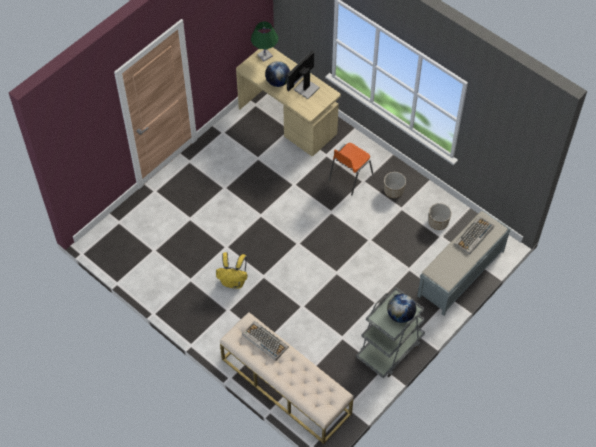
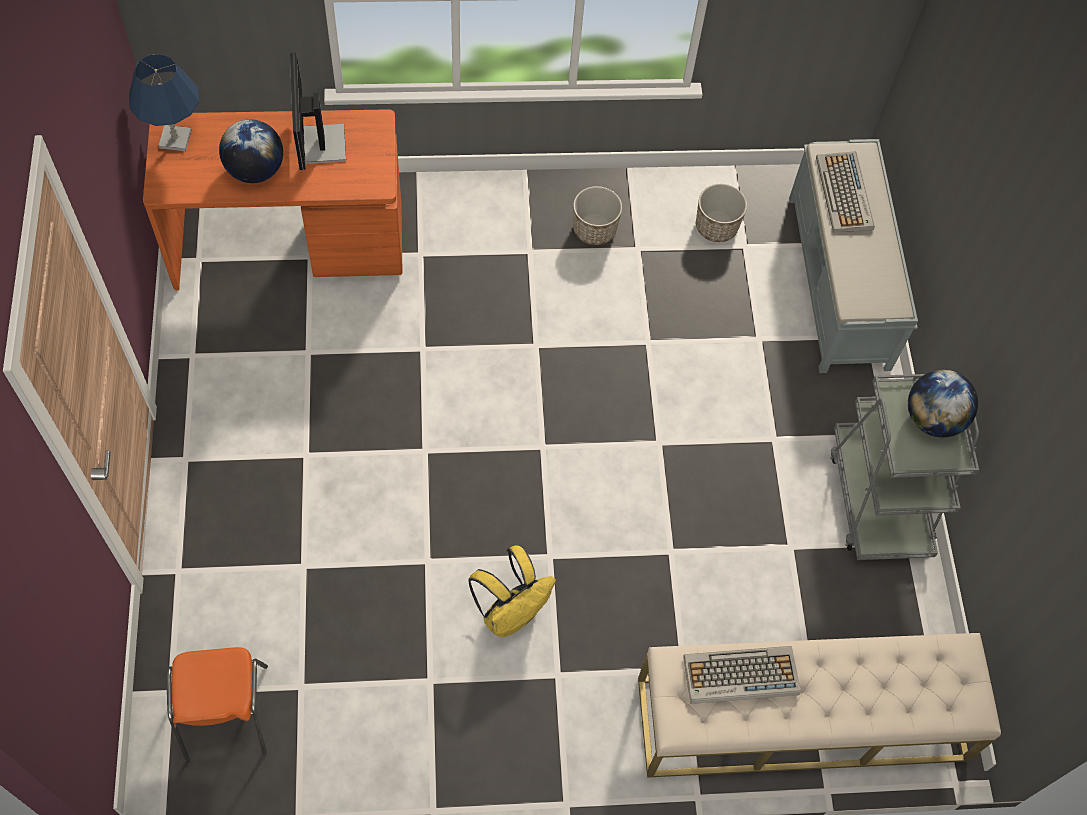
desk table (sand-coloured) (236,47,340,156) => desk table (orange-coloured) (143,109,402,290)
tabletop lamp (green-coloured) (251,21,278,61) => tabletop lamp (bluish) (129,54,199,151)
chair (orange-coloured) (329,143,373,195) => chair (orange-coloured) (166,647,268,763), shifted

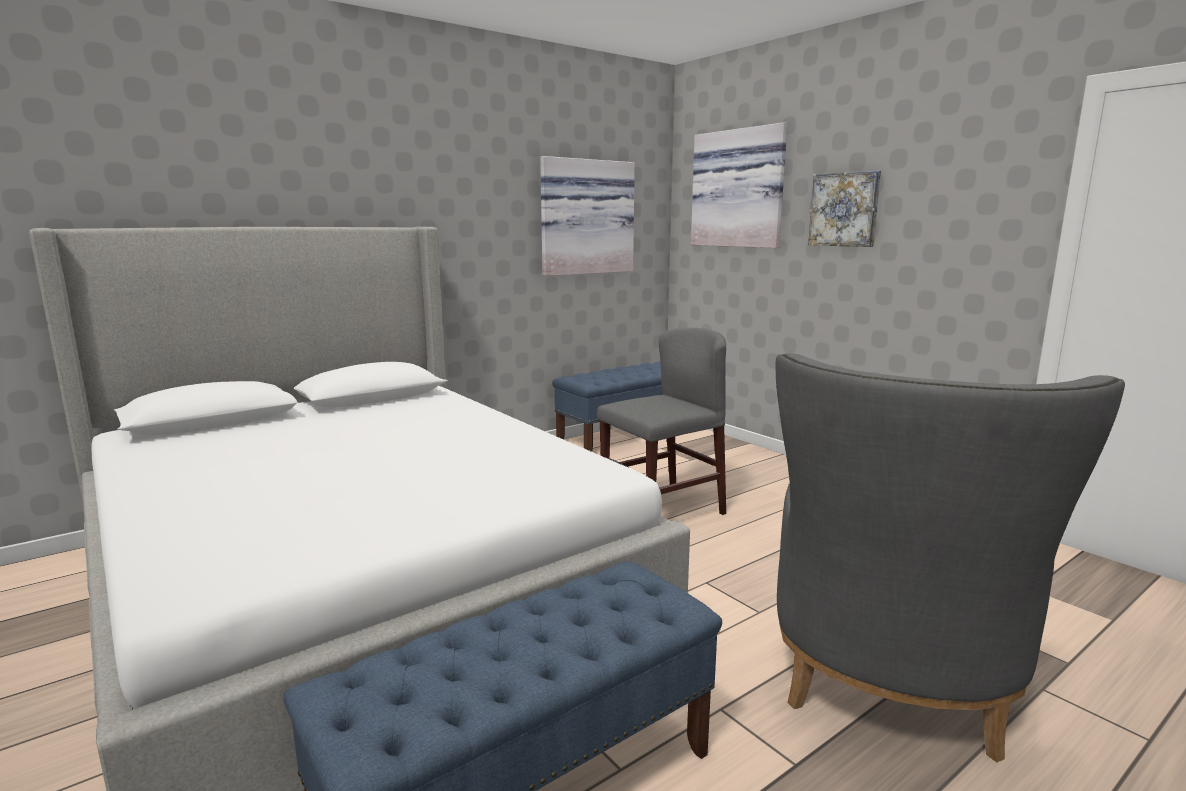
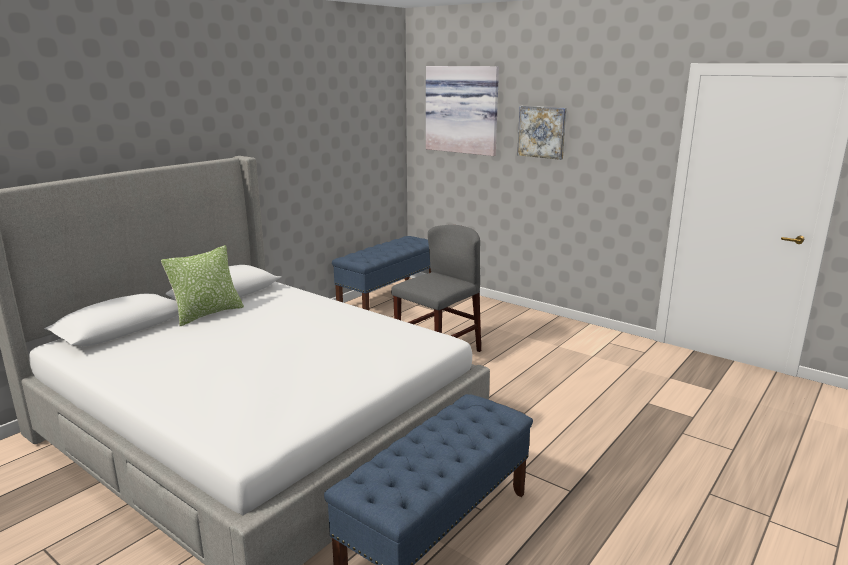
wall art (540,156,635,276) => nothing
easy chair (gray) (776,353,1125,762) => nothing
nothing => cushion (161,245,244,326)

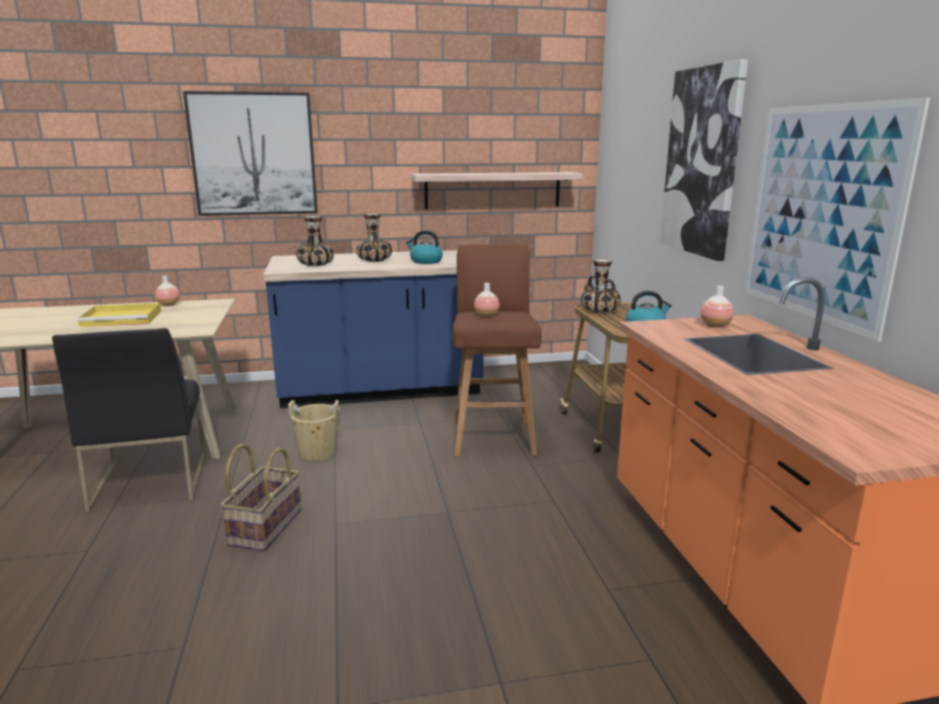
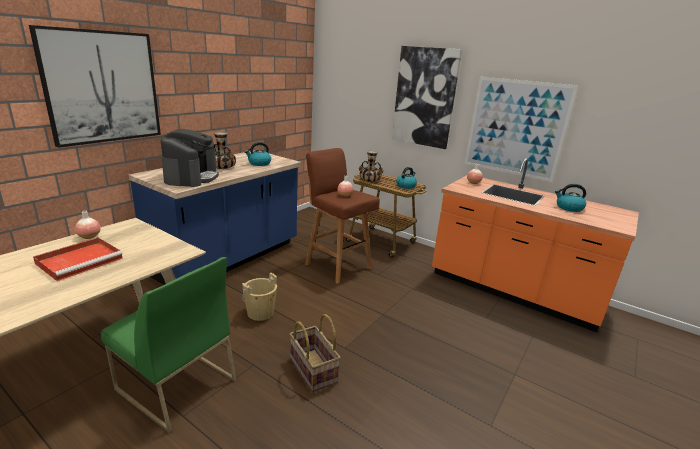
chair (black) (52,328,206,513) => chair (green-coloured) (101,257,236,433)
carrying tray (yellow) (77,303,161,327) => carrying tray (red-coloured) (33,237,123,281)
vase (296,215,334,266) => coffee maker (161,129,219,187)
wall shelf (411,172,583,209) => nothing
nothing => kettle (555,184,586,212)

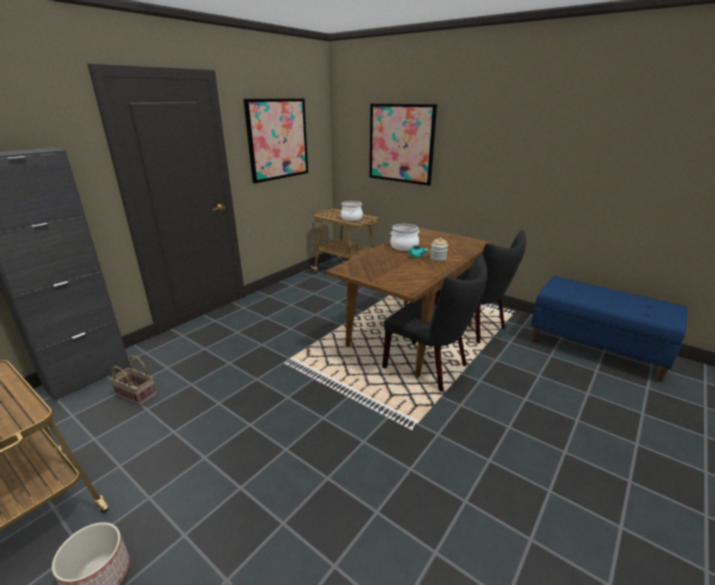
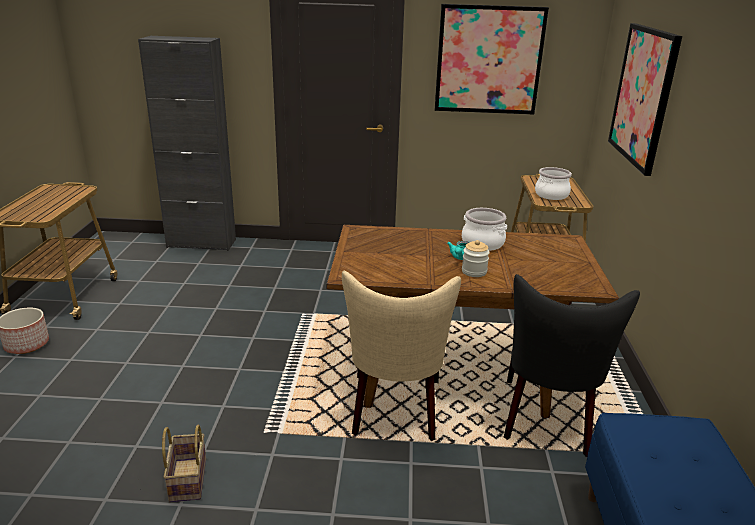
basket (110,356,157,406) => basket (162,425,206,502), shifted
chair (black) (382,254,487,392) => chair (sand-coloured) (342,271,461,441)

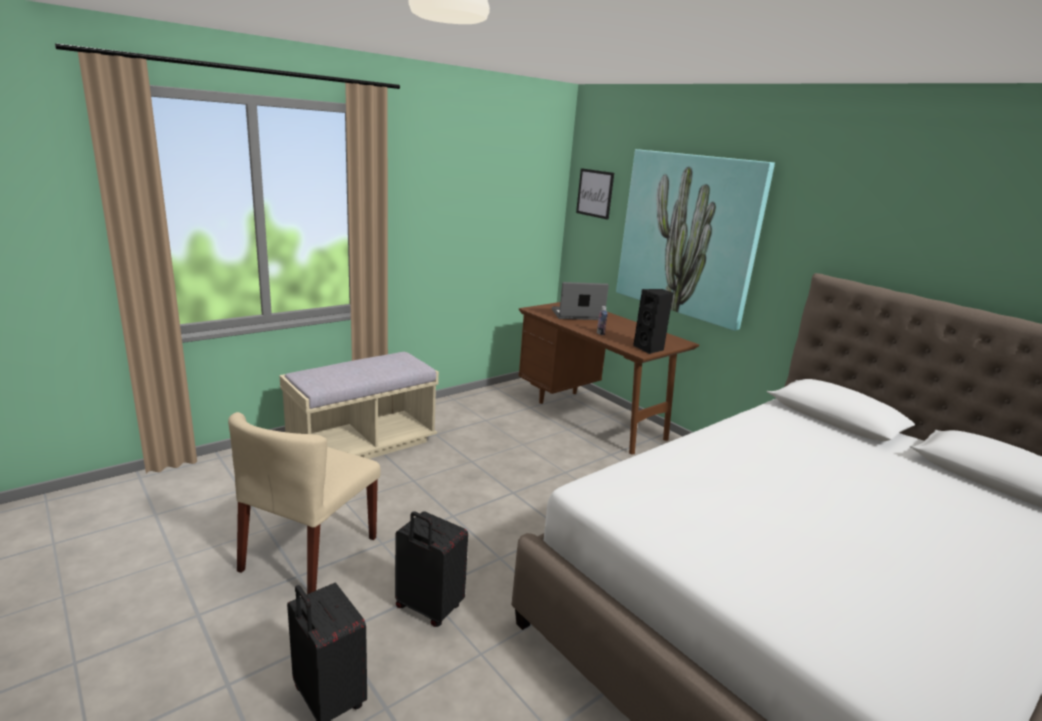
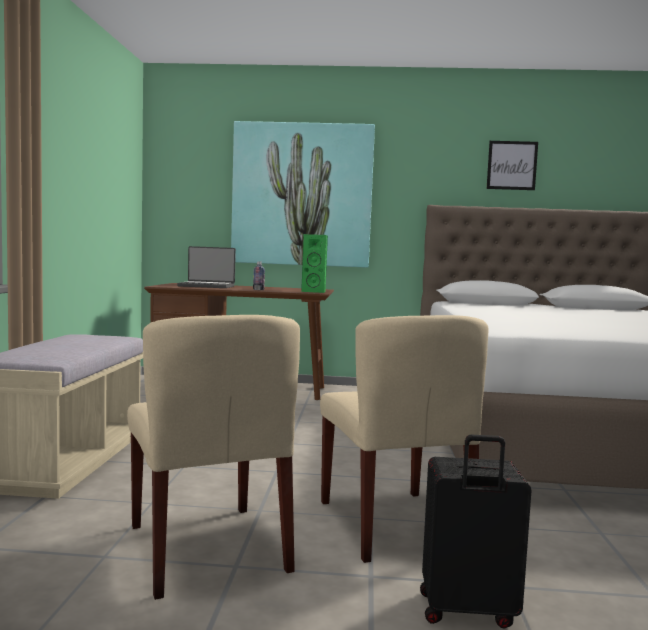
suitcase (black) (395,511,468,627) => chair (sand-coloured) (320,315,488,563)
portable computer (552,282,609,320) => portable computer (177,246,236,288), 120 degrees counterclockwise
wall art (576,168,614,220) => wall art (487,141,538,190), shifted
loudspeaker (black) (633,289,673,354) => loudspeaker (green-coloured) (301,234,328,293)

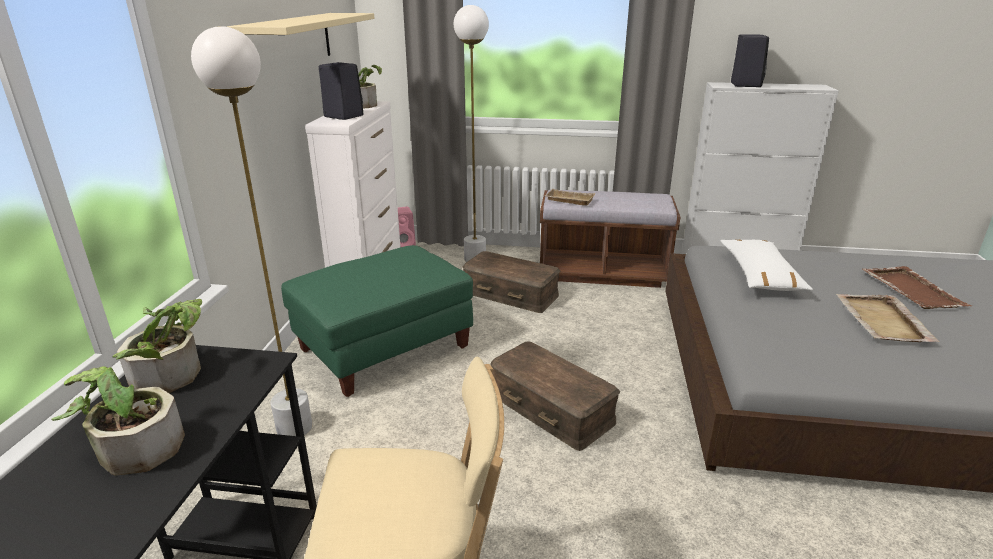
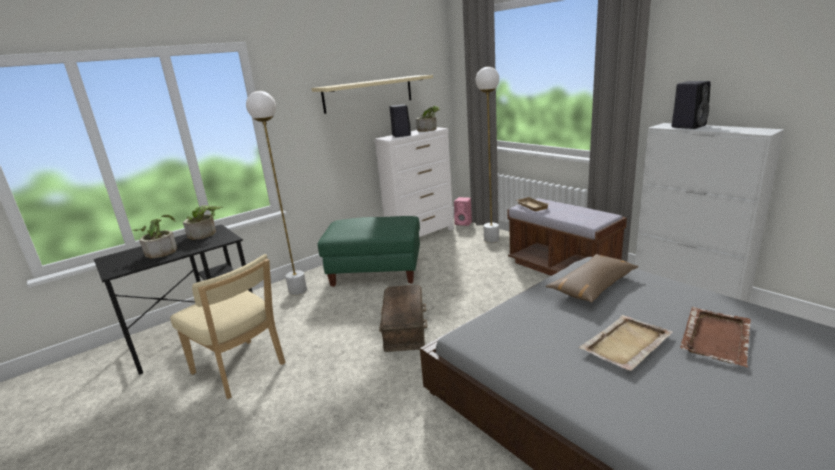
storage box (brown) (462,251,560,313) => nothing
cushion (white-coloured) (720,240,813,291) => cushion (brown) (546,254,639,303)

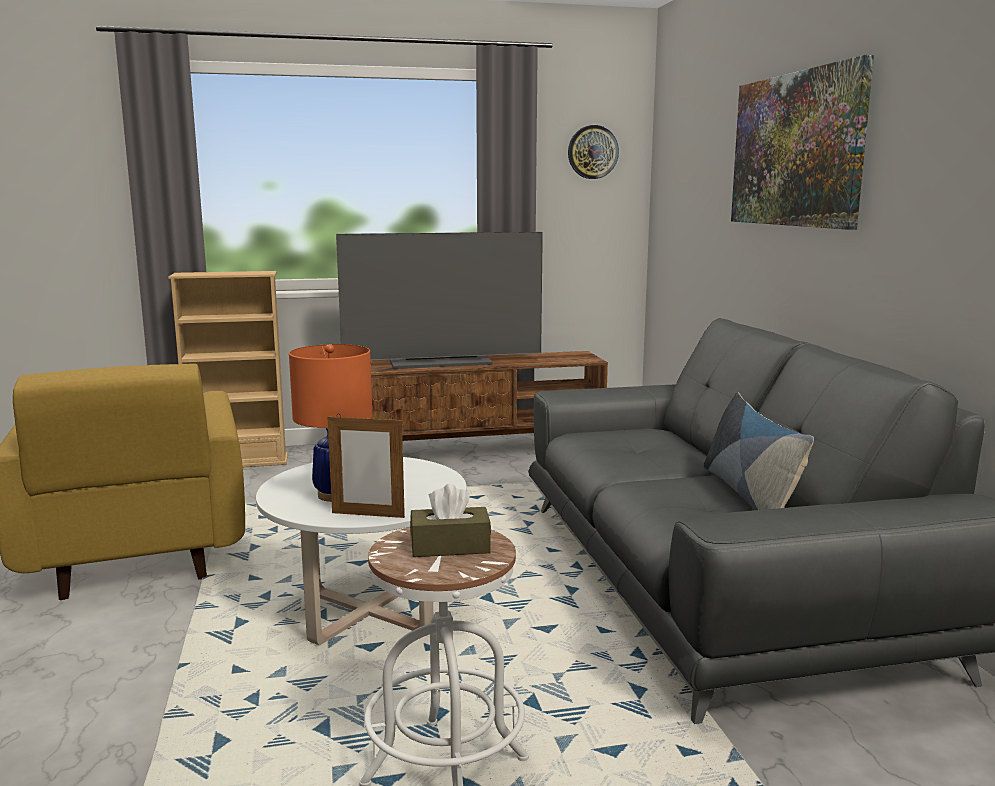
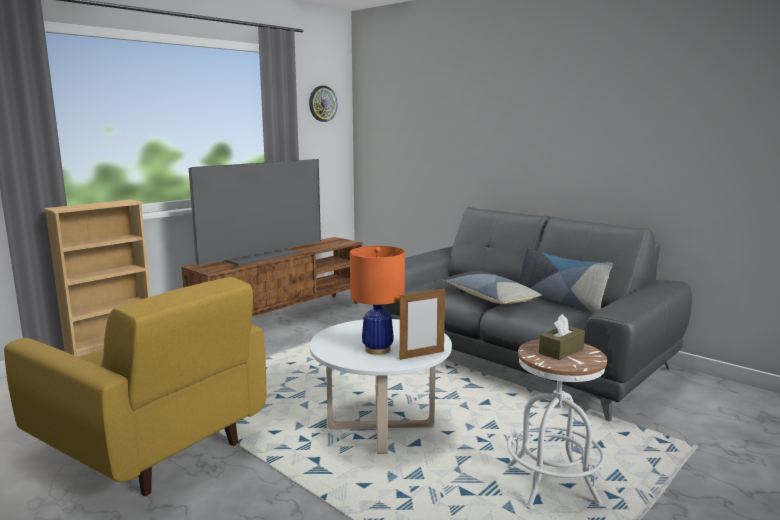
wall art (731,55,874,230) => nothing
nothing => cushion (442,271,542,304)

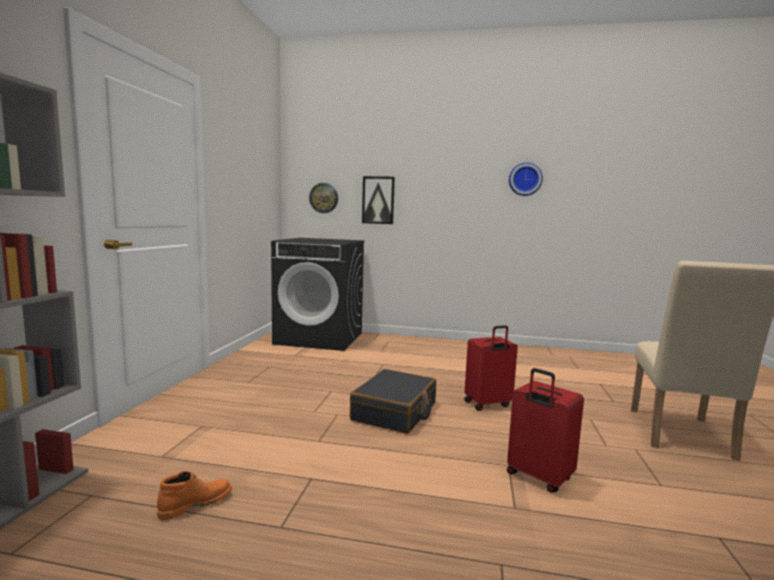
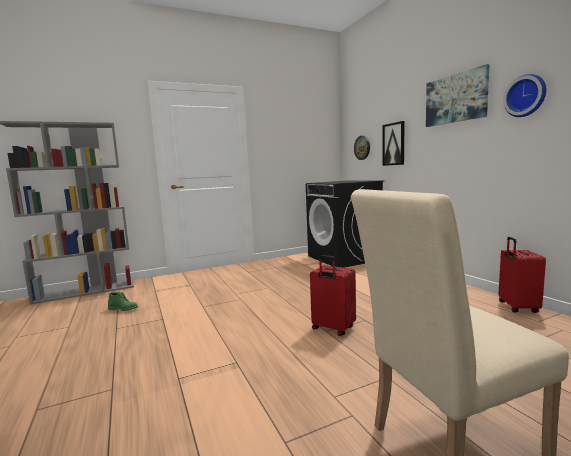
high-top boot (orange-coloured) (157,471,232,520) => high-top boot (green-coloured) (108,292,138,311)
suitcase (black) (350,369,436,434) => nothing
suitcase (red-coloured) (507,368,584,493) => suitcase (red-coloured) (499,237,546,313), shifted
nothing => wall art (426,64,489,127)

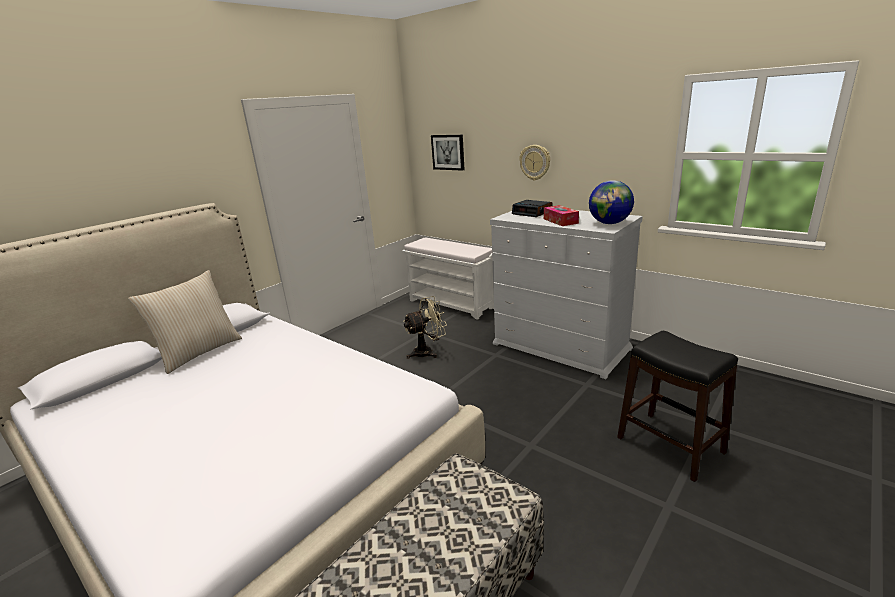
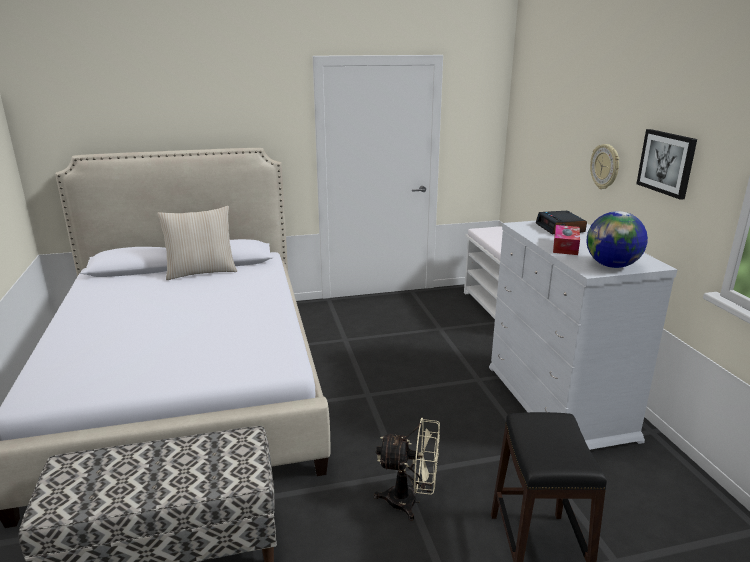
cooling fan (sand-coloured) (403,296,447,359) => cooling fan (sand-coloured) (374,418,440,521), shifted
wall art (431,135,465,171) => wall art (636,129,697,200), shifted

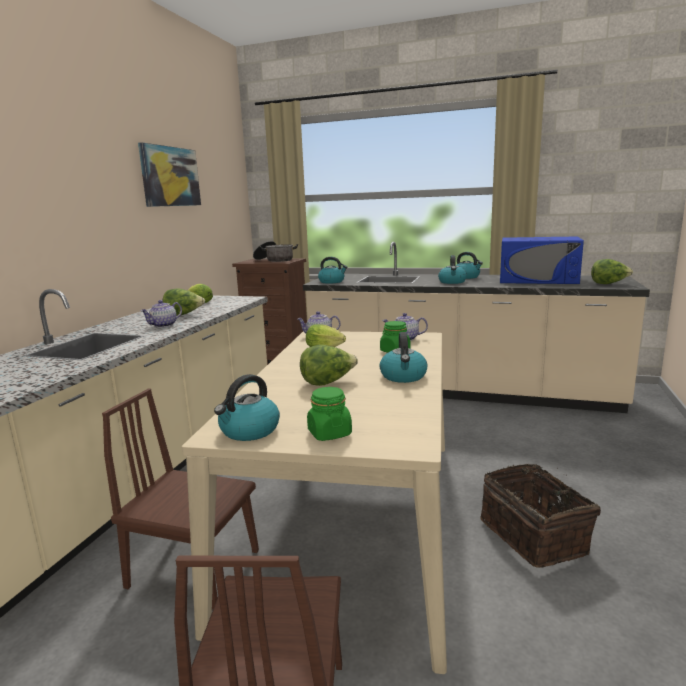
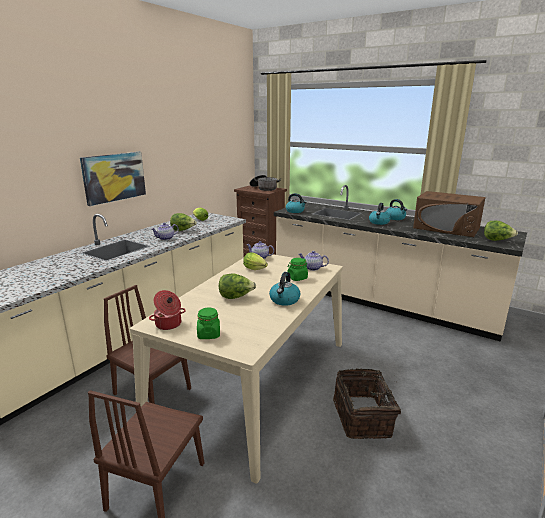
wall art (138,142,201,207) => wall art (80,152,146,206), shifted
kettle (214,374,280,441) => cooking pot (149,290,186,330)
kitchen microwave (bluish) (500,236,584,284) => kitchen microwave (brown) (413,191,486,237)

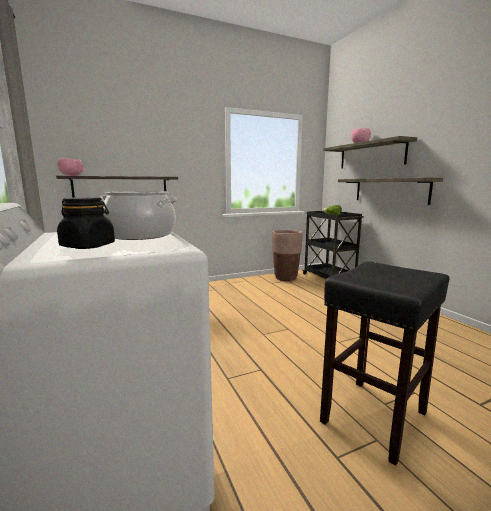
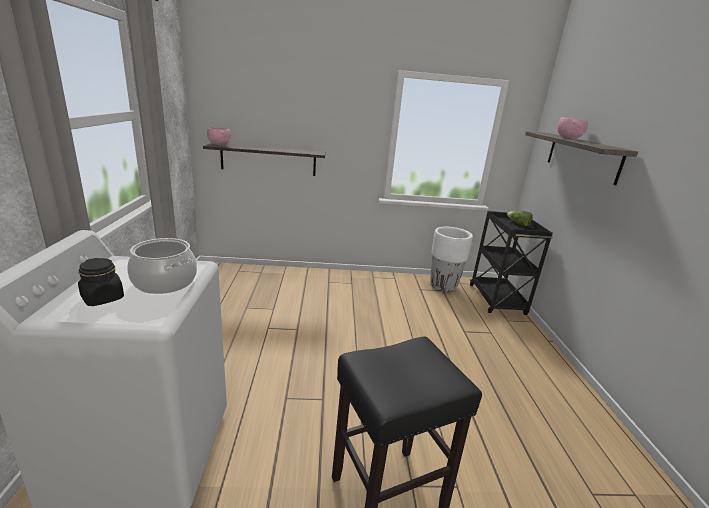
plant pot (brown) (272,230,303,281) => plant pot (white-coloured) (430,227,473,292)
wall shelf (338,178,443,205) => nothing

